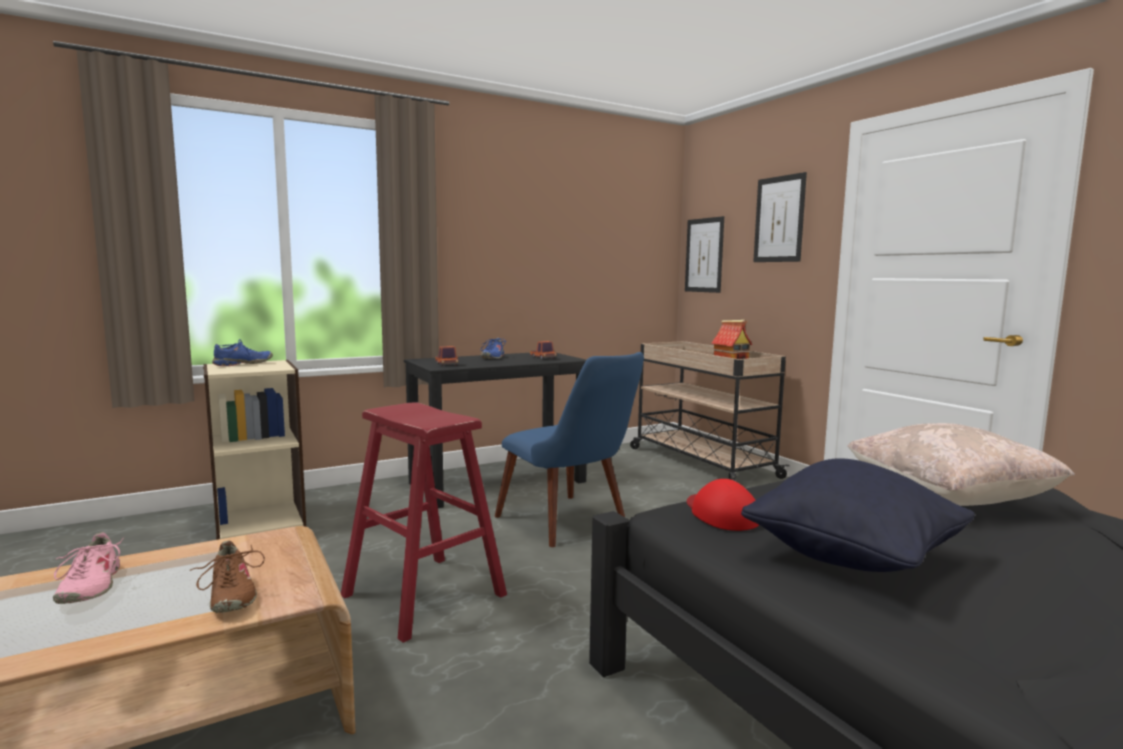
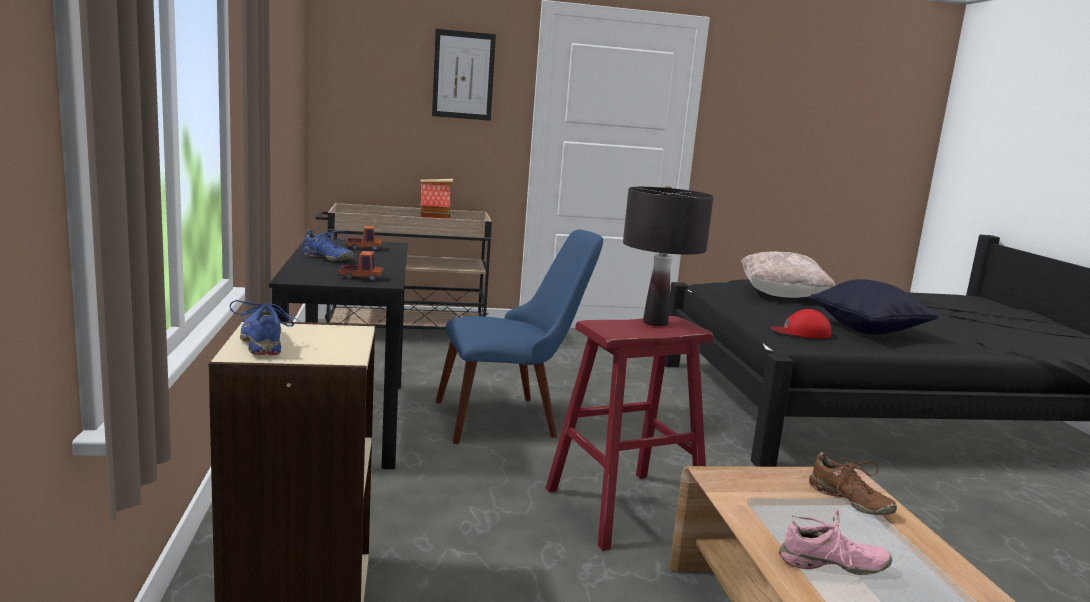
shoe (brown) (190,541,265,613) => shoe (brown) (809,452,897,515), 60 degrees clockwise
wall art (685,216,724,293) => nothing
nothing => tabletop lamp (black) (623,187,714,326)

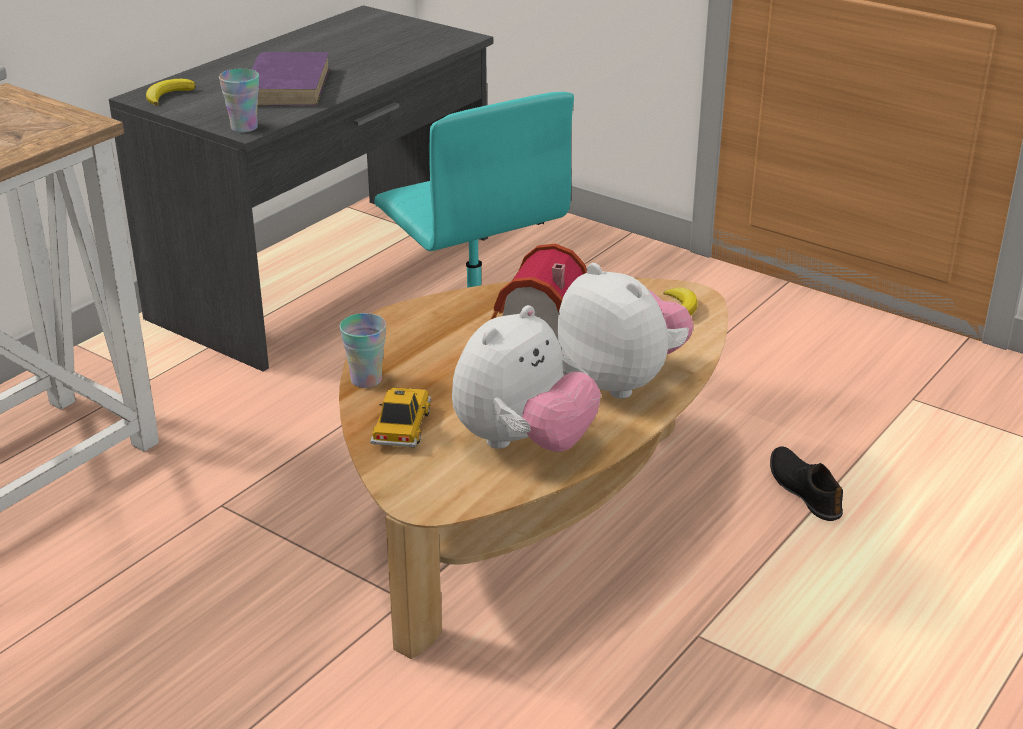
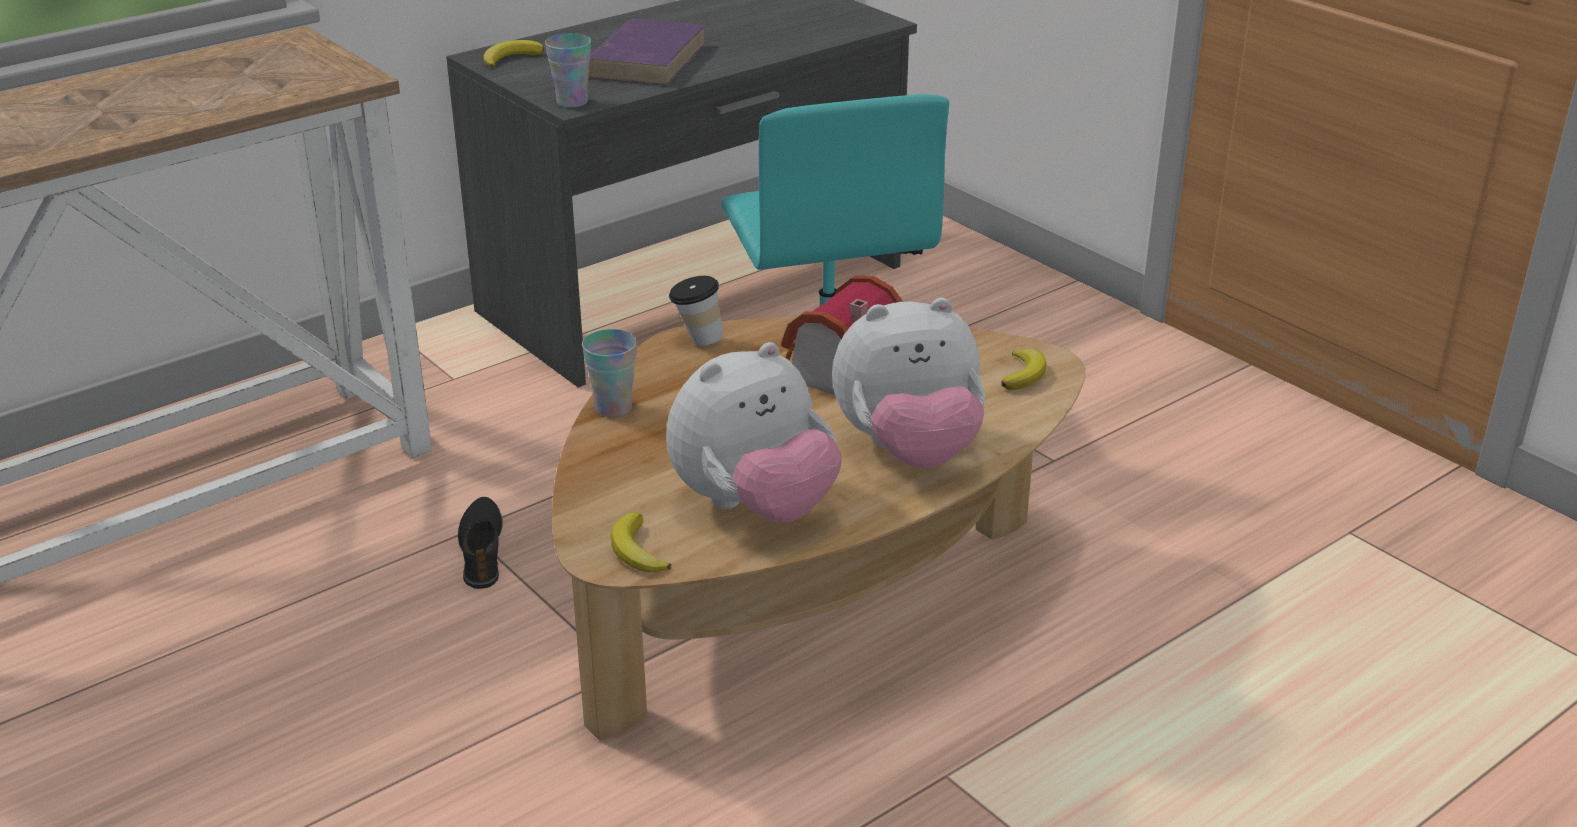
miniature car (370,387,432,448) => nothing
plush toy (557,263,693,399) => plush toy (832,298,985,468), 105 degrees clockwise
shoe (black) (770,446,843,521) => shoe (black) (458,497,503,589), shifted
nothing => whole banana (611,512,671,573)
nothing => small cup (669,276,723,346)

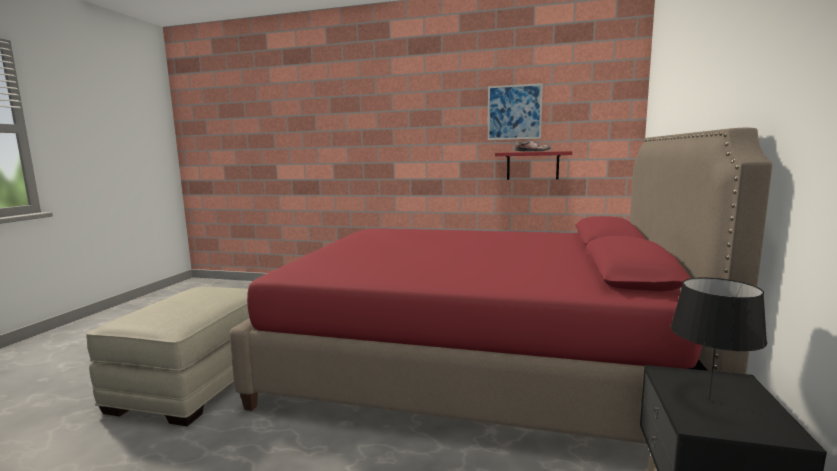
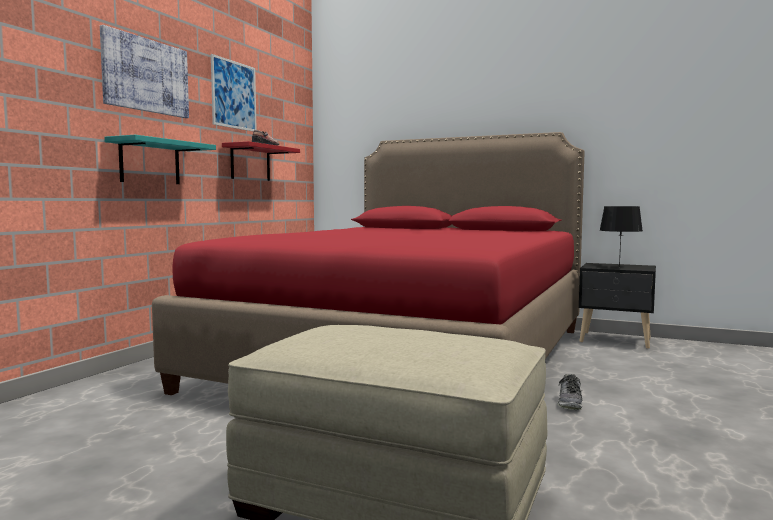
nothing => wall art (100,25,189,118)
nothing => wall shelf (turquoise-coloured) (104,135,216,184)
nothing => shoe (557,374,582,410)

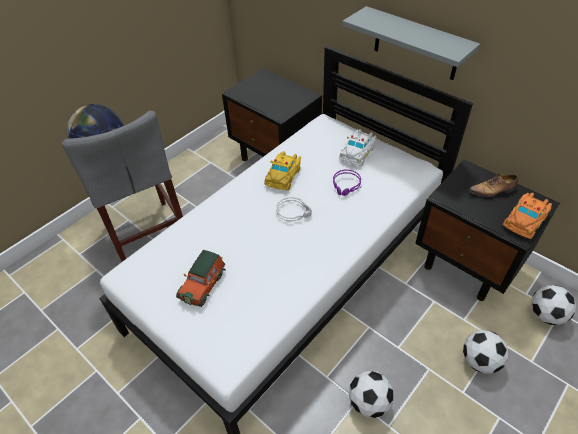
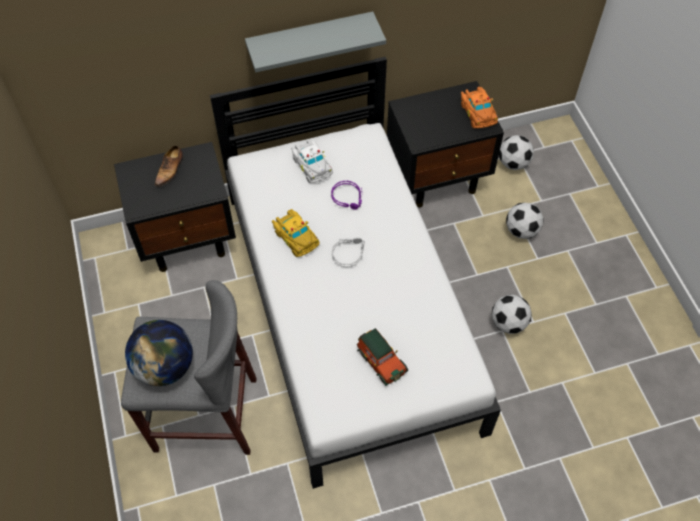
shoe (469,174,518,197) => shoe (155,145,183,187), shifted

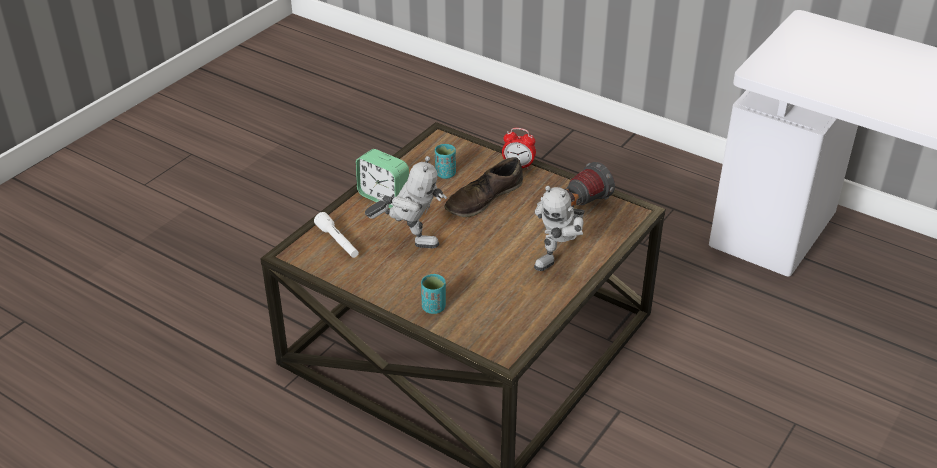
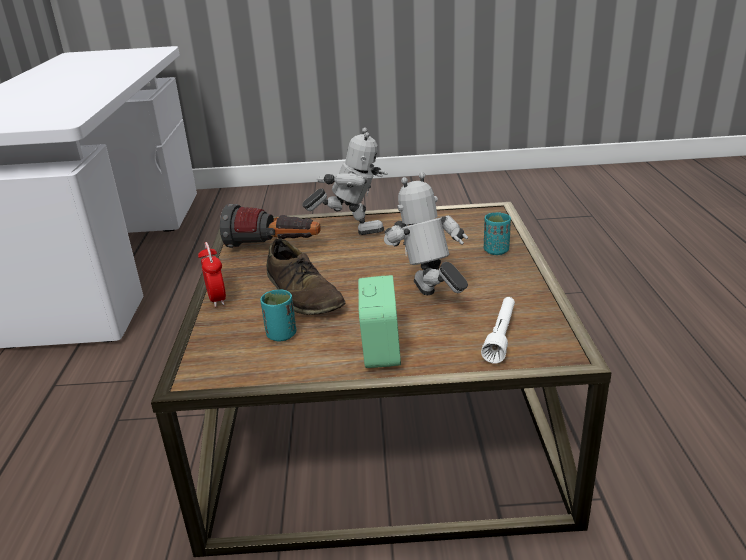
shoe (brown) (445,157,523,217) => shoe (brown) (266,238,345,315), 45 degrees clockwise

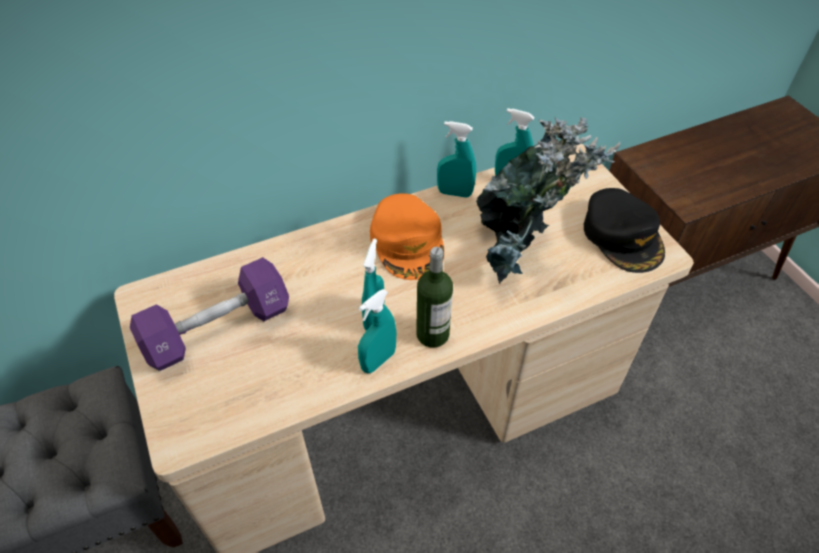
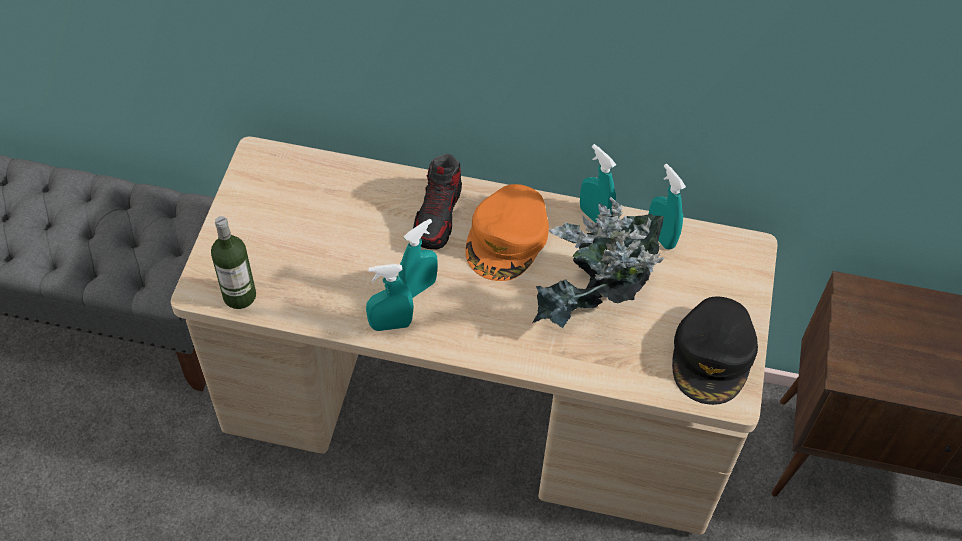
hand weight (purplish) (130,257,289,371) => nothing
beverage bottle (416,247,453,348) => beverage bottle (211,216,256,309), shifted
nothing => shoe (413,154,462,249)

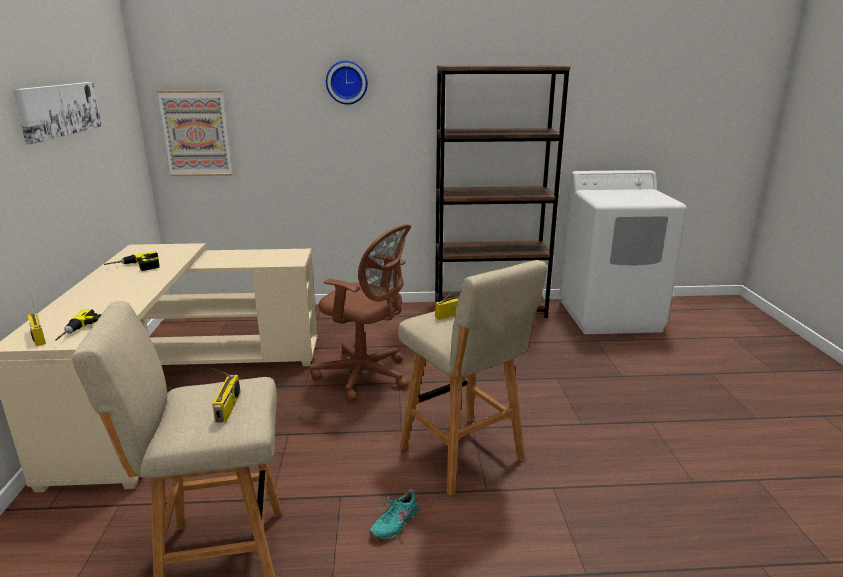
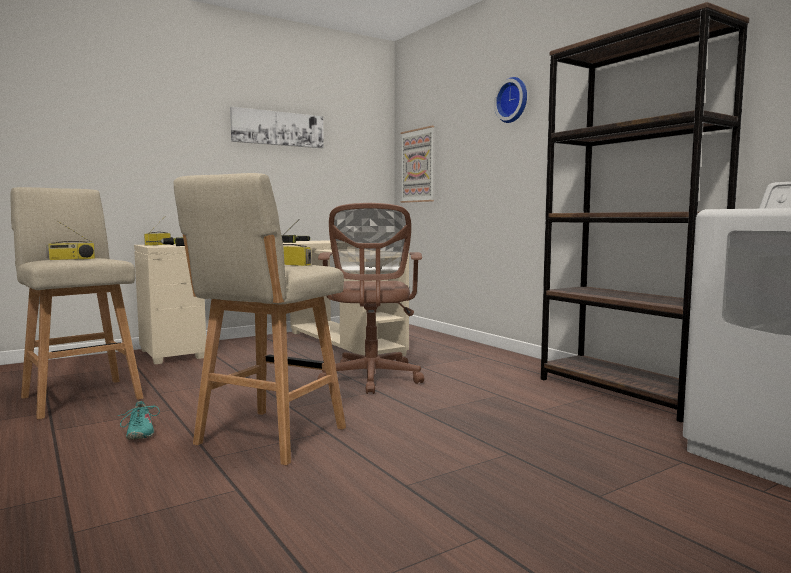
shoe (turquoise-coloured) (369,489,420,540) => shoe (turquoise-coloured) (118,401,160,440), 120 degrees counterclockwise

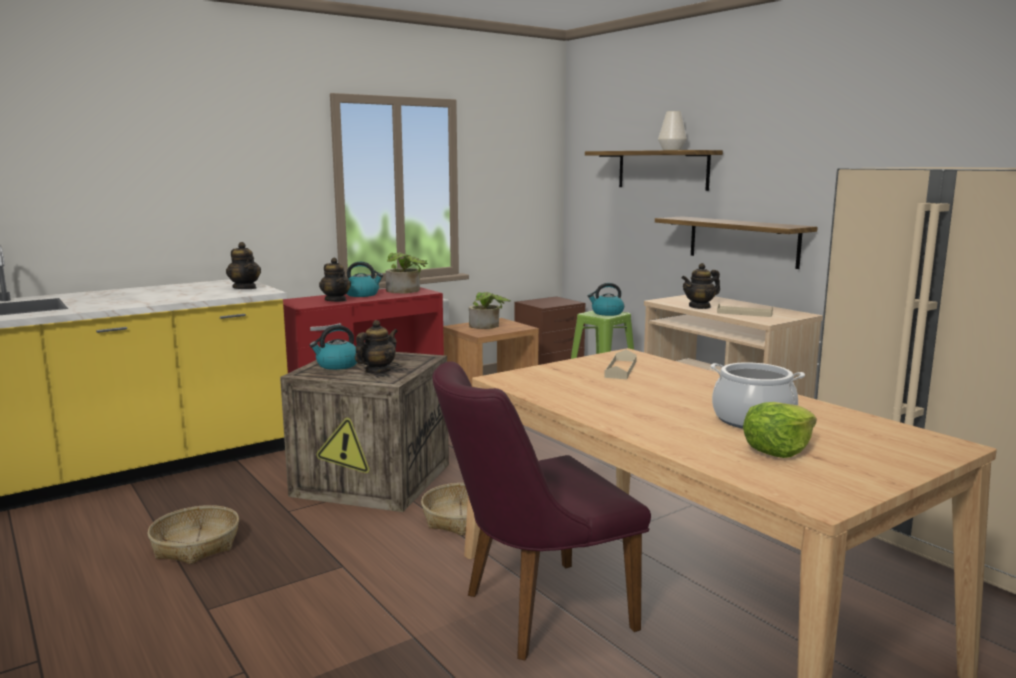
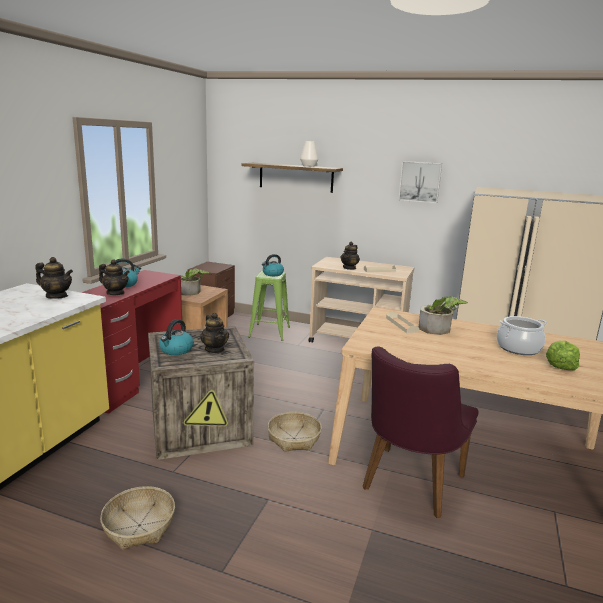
pot for tea (355,320,398,373) => pot for tea (200,313,229,353), 150 degrees clockwise
houseplant (386,253,428,293) => houseplant (419,296,468,335), shifted
wall shelf (655,216,818,269) => nothing
nothing => wall art (399,161,442,203)

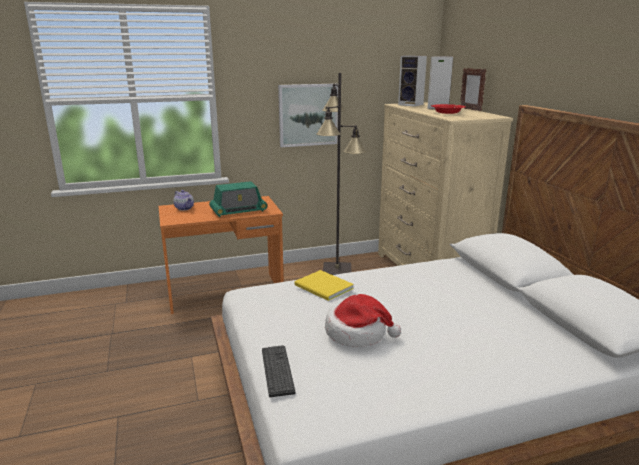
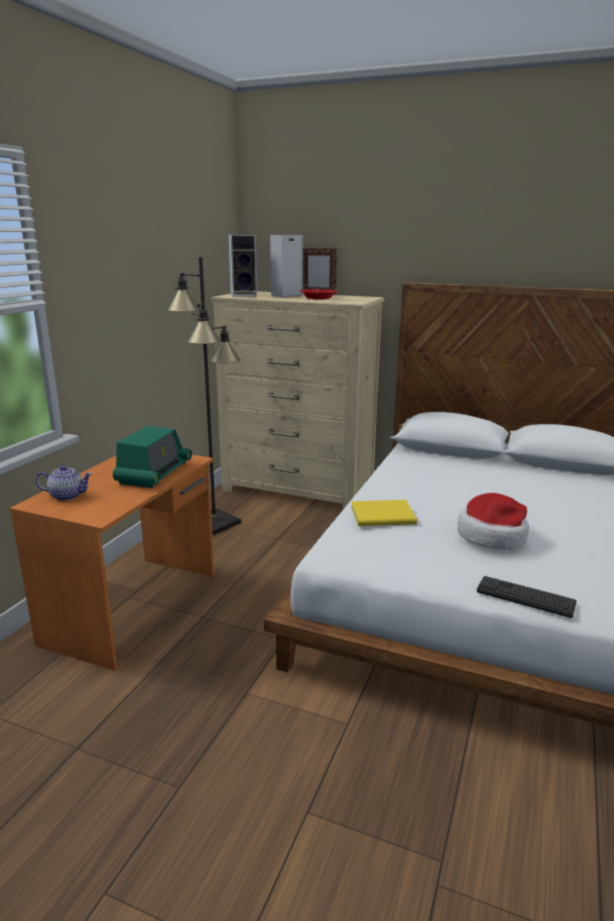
wall art (278,84,338,147) => nothing

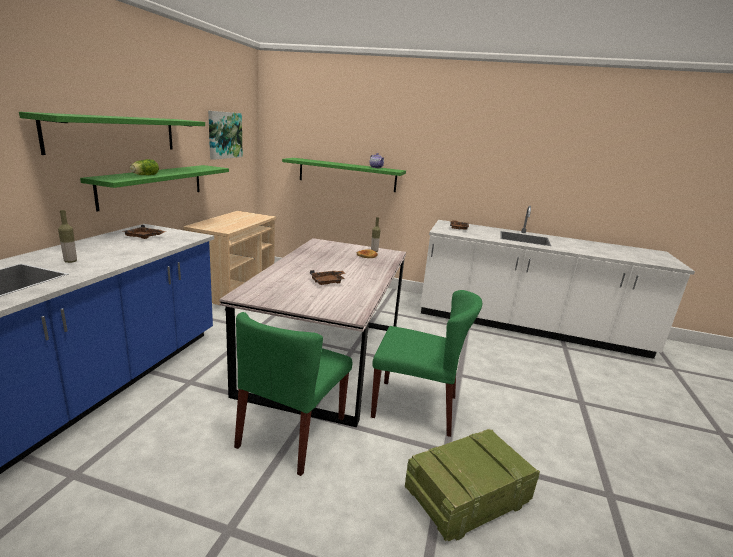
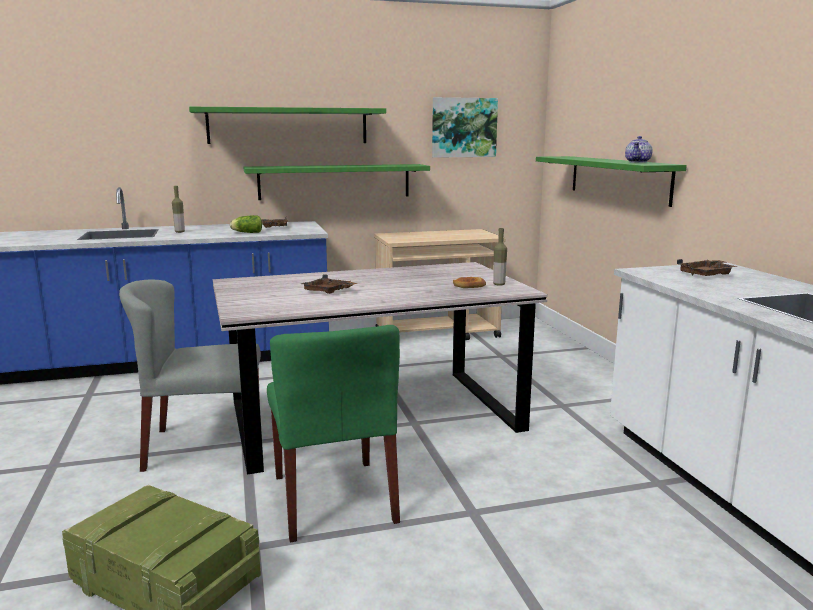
lettuce head (130,159,159,175) => lettuce head (230,215,262,233), shifted
chair (green-coloured) (234,312,352,476) => chair (gray) (119,280,261,472)

